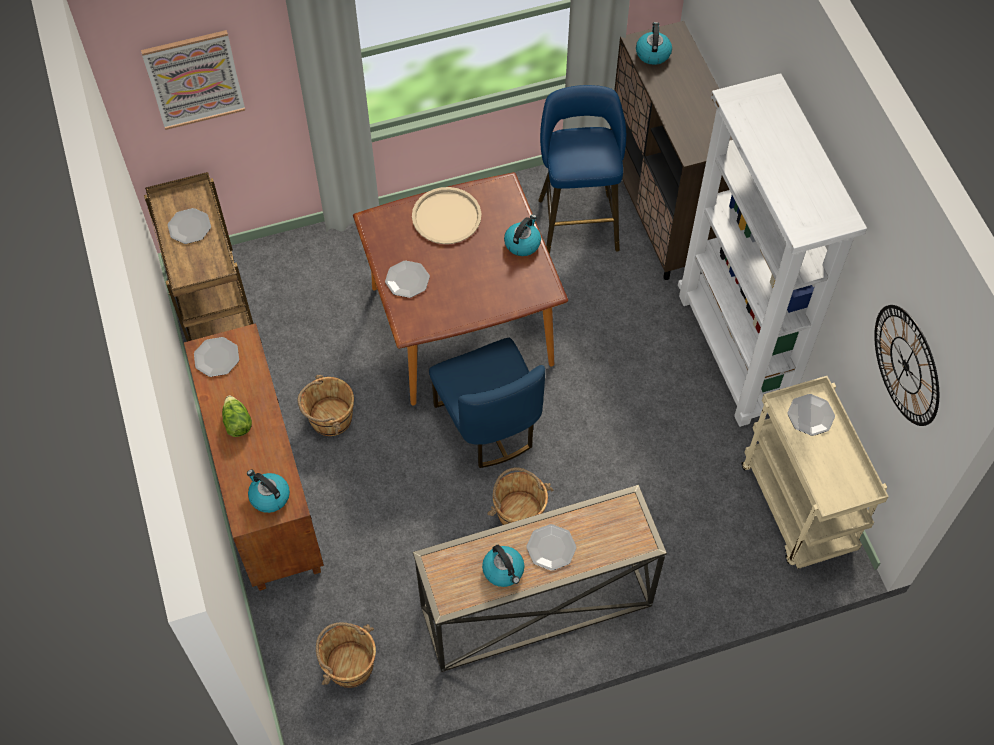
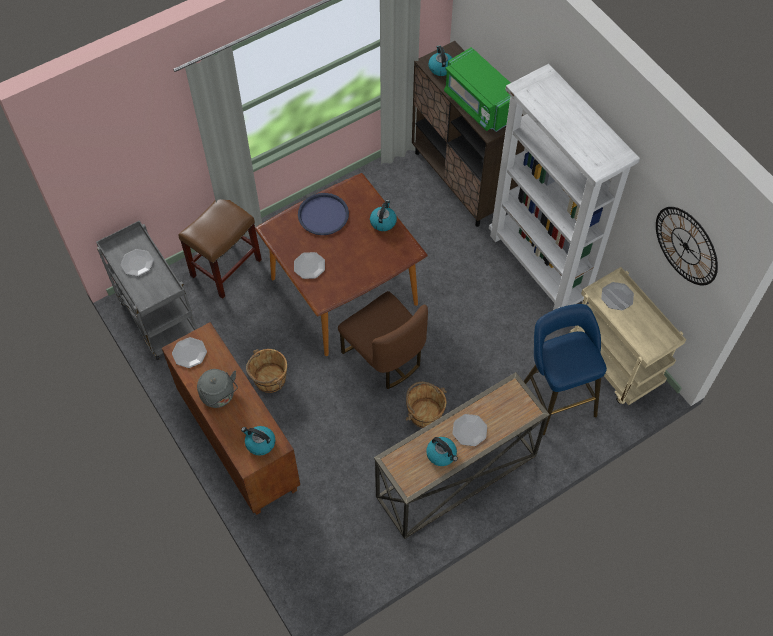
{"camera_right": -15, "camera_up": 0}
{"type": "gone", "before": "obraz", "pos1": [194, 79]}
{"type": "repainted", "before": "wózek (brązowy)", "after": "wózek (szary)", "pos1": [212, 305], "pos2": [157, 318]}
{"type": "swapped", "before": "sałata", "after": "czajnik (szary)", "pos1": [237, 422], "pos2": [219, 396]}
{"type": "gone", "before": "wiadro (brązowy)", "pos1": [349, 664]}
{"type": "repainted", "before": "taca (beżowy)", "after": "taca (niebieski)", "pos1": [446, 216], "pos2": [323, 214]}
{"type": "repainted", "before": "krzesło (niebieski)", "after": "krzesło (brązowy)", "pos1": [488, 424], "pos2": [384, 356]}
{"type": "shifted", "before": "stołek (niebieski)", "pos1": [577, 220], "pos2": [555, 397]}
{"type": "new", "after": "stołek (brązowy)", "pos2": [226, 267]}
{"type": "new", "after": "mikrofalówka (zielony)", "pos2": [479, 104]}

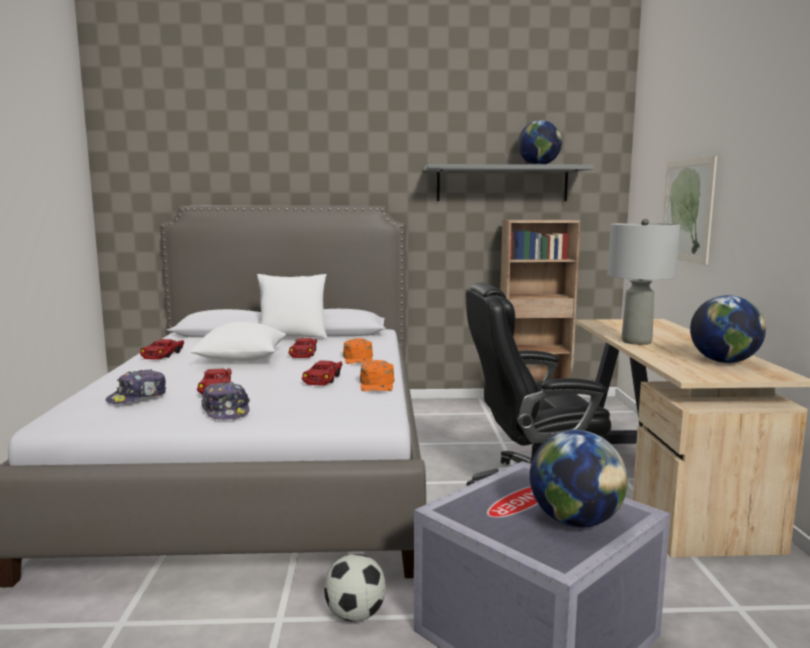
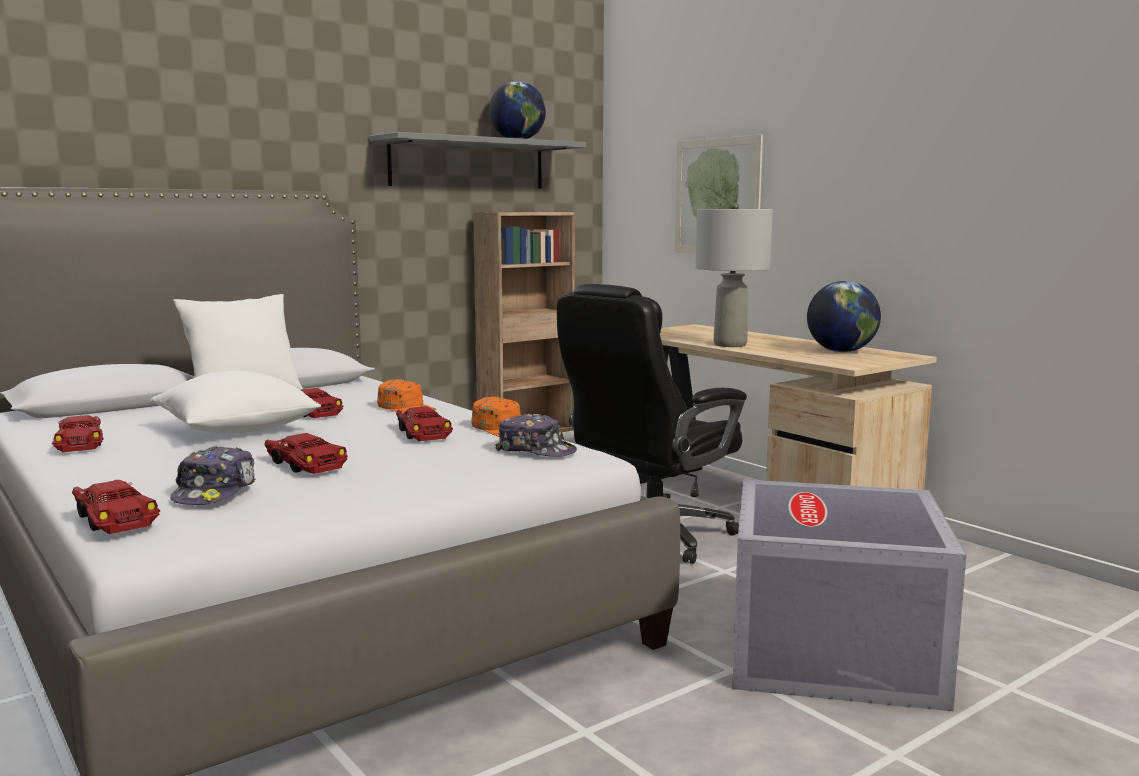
{"camera_right": -35, "camera_up": 0}
{"type": "shifted", "before": "czapka z daszkiem", "pos1": [226, 411], "pos2": [536, 451]}
{"type": "gone", "before": "piłka futbolowa", "pos1": [355, 614]}
{"type": "gone", "before": "globus", "pos1": [575, 521]}
{"type": "new", "after": "samochodzik (czerwony)", "pos2": [114, 519]}

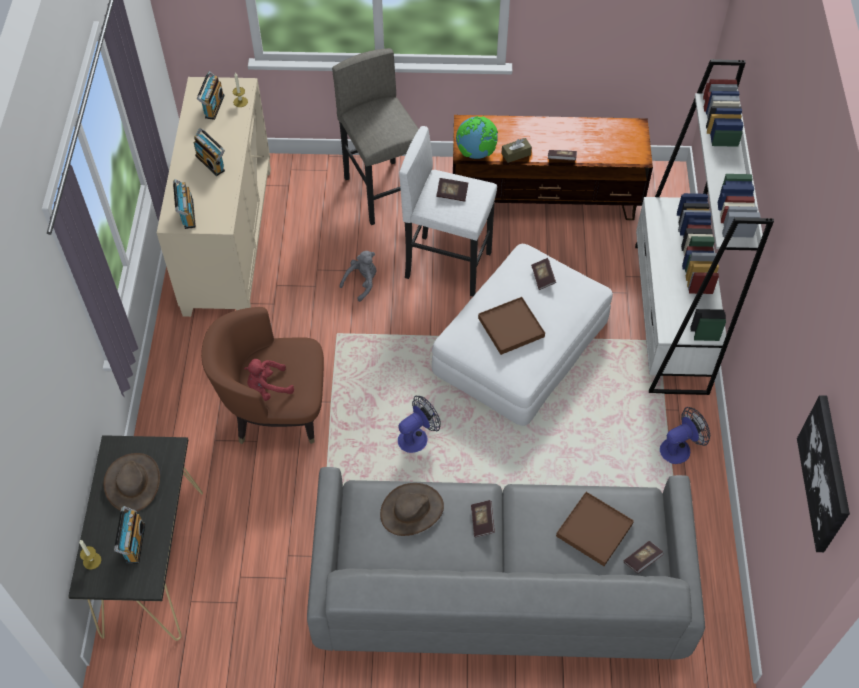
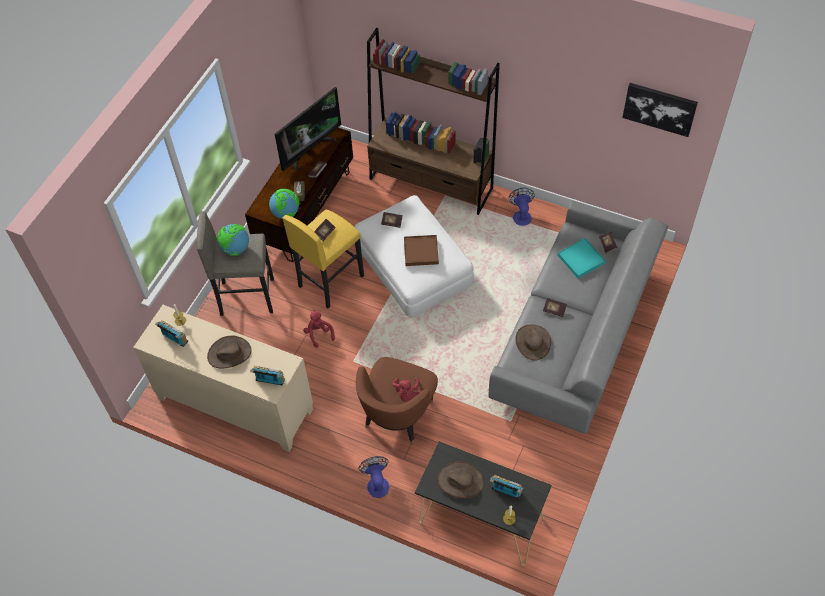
{"camera_right": -65, "camera_up": 0}
{"type": "swapped", "before": "radio", "after": "kapelusz (brązowy)", "pos1": [211, 162], "pos2": [229, 353]}
{"type": "repainted", "before": "pluszak (szary)", "after": "pluszak (czerwony)", "pos1": [362, 283], "pos2": [319, 334]}
{"type": "shifted", "before": "wentylator", "pos1": [417, 437], "pos2": [377, 483]}
{"type": "repainted", "before": "stołek (biały)", "after": "stołek (żółty)", "pos1": [448, 265], "pos2": [330, 281]}
{"type": "repainted", "before": "taca (brązowy)", "after": "taca (turkusowy)", "pos1": [594, 530], "pos2": [581, 259]}
{"type": "repainted", "before": "regał (biały)", "after": "regał (brązowy)", "pos1": [670, 317], "pos2": [431, 183]}
{"type": "new", "after": "globus", "pos2": [235, 249]}
{"type": "new", "after": "telewizor", "pos2": [310, 150]}

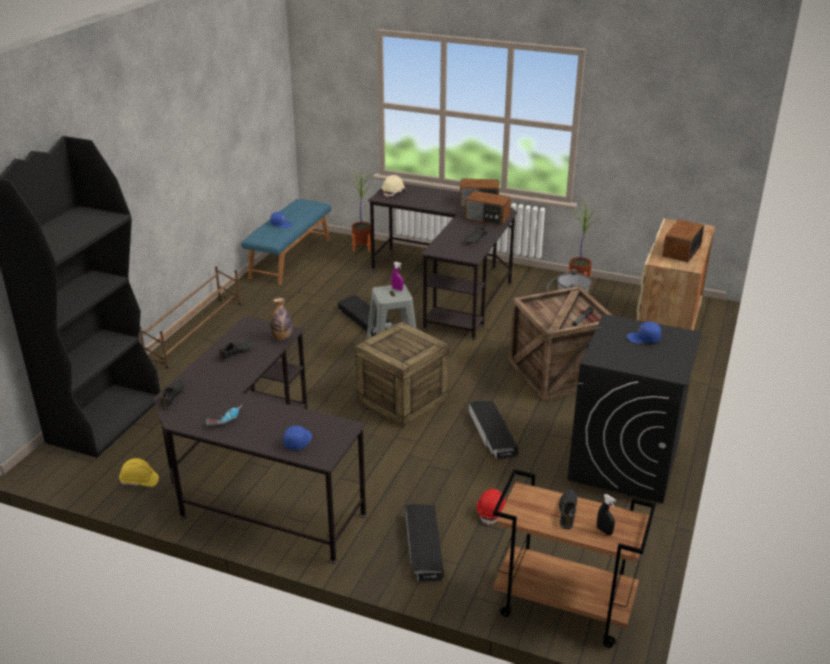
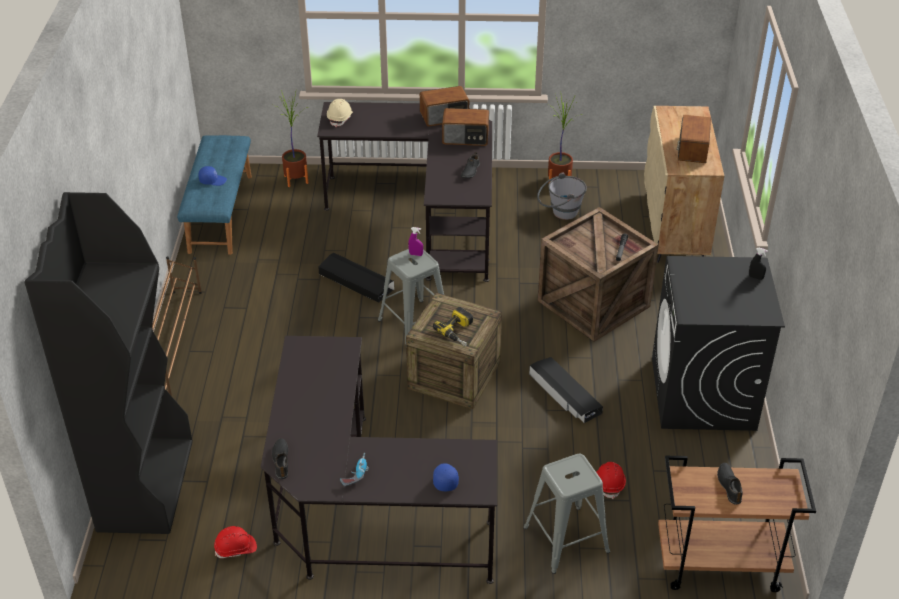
{"camera_right": -20, "camera_up": 10}
{"type": "repainted", "before": "kask (żółty)", "after": "kask (czerwony)", "pos1": [139, 481], "pos2": [236, 549]}
{"type": "gone", "before": "but (czarny)", "pos1": [236, 353]}
{"type": "gone", "before": "butelka", "pos1": [282, 337]}
{"type": "swapped", "before": "pojemnik do przechowywania (czarny)", "after": "stołek (szary)", "pos1": [423, 547], "pos2": [565, 540]}
{"type": "shifted", "before": "spryskiwacz (czarny)", "pos1": [604, 531], "pos2": [755, 277]}
{"type": "gone", "before": "czapka z daszkiem (niebieski)", "pos1": [643, 339]}
{"type": "new", "after": "wiertarka", "pos2": [459, 332]}

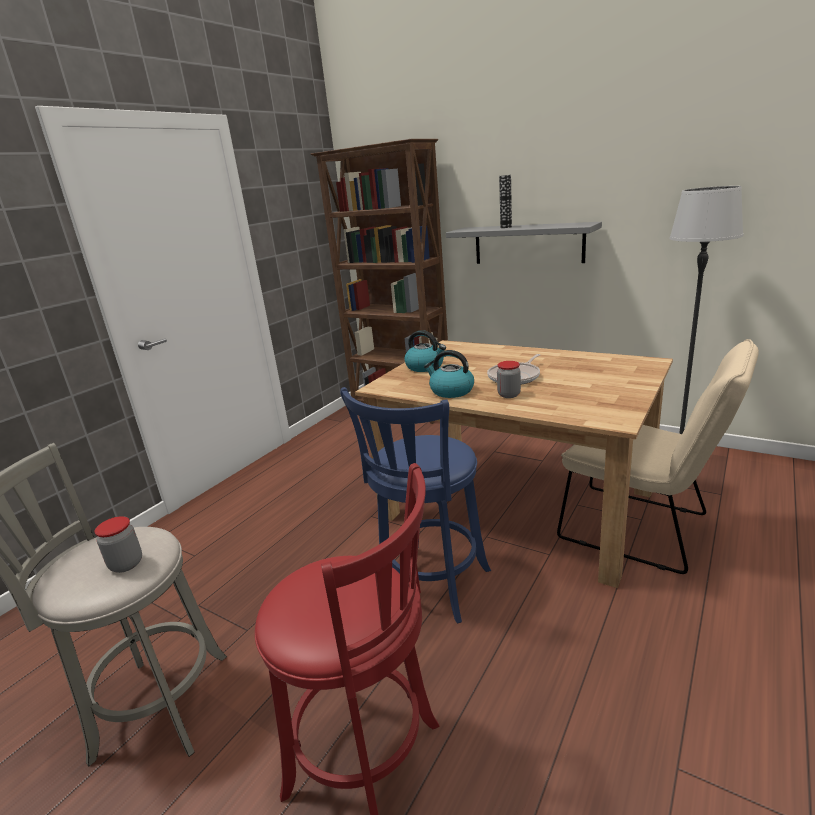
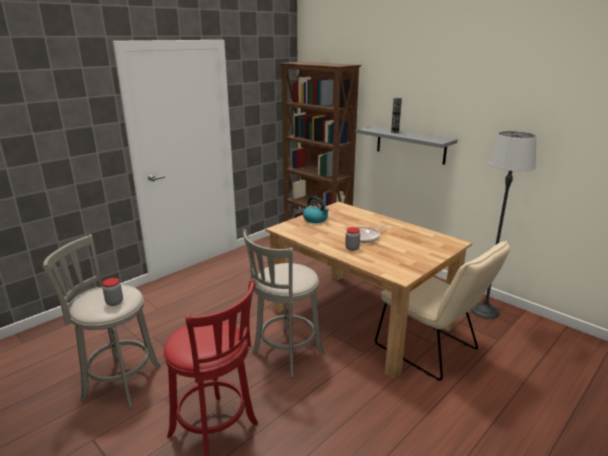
{"camera_right": 10, "camera_up": 0}
{"type": "repainted", "before": "stołek (niebieski)", "after": "stołek (szary)", "pos1": [431, 586], "pos2": [285, 355]}
{"type": "gone", "before": "czajnik", "pos1": [451, 391]}

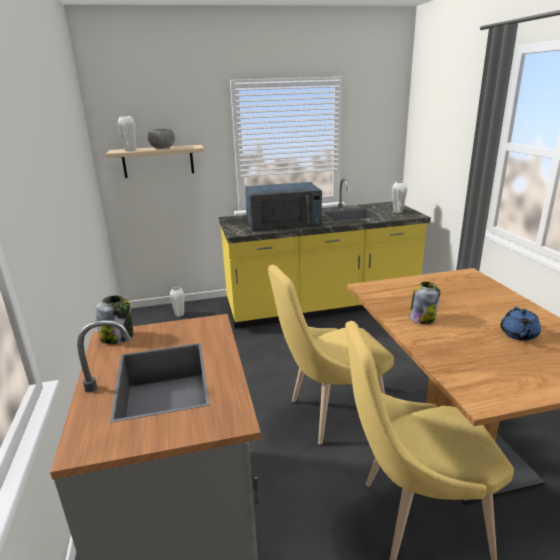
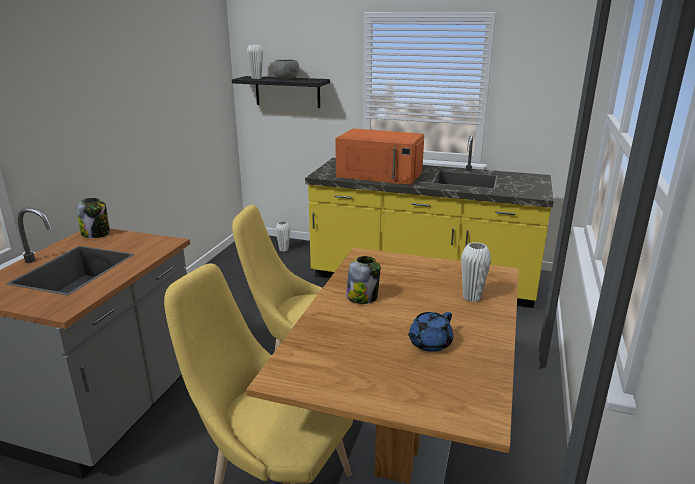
{"camera_right": 30, "camera_up": 0}
{"type": "repainted", "before": "półka (beżowy)", "after": "półka (czarny)", "pos1": [158, 161], "pos2": [287, 92]}
{"type": "repainted", "before": "mikrofalówka (niebieski)", "after": "mikrofalówka (pomarańczowy)", "pos1": [284, 222], "pos2": [380, 174]}
{"type": "shifted", "before": "wazon (biały)", "pos1": [398, 212], "pos2": [471, 297]}

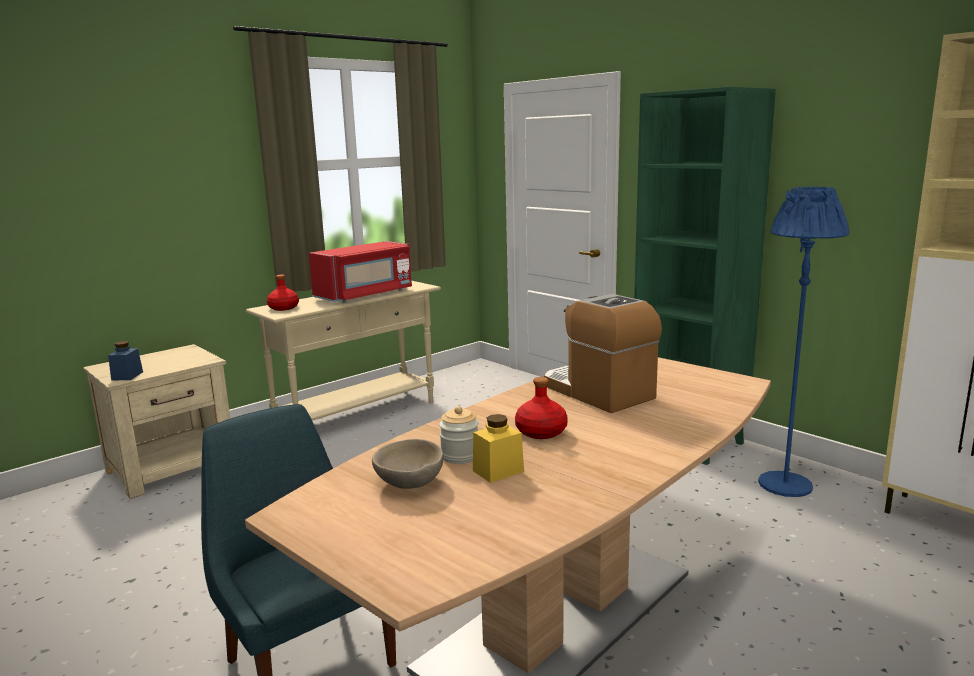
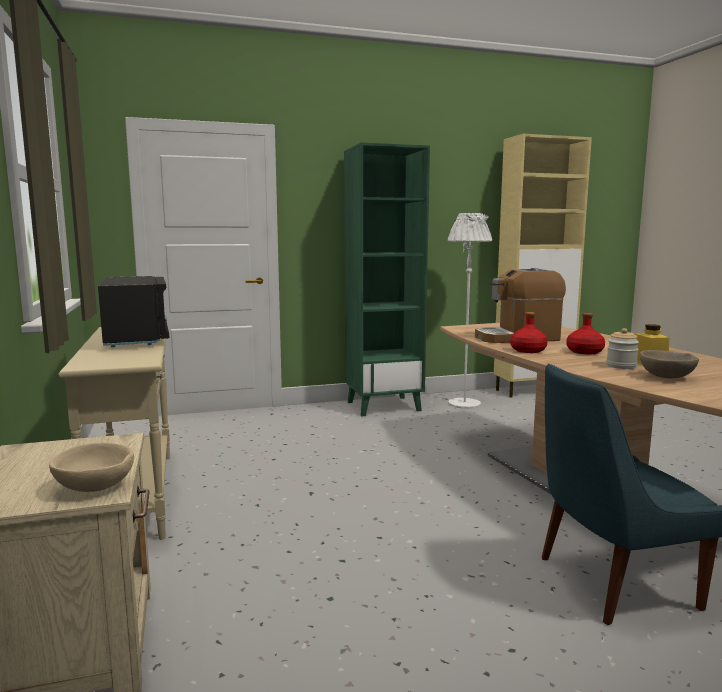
{"camera_right": -65, "camera_up": -5}
{"type": "swapped", "before": "słoik (niebieski)", "after": "miska (beżowy)", "pos1": [127, 376], "pos2": [94, 487]}
{"type": "shifted", "before": "butelka (czerwony)", "pos1": [283, 308], "pos2": [527, 350]}
{"type": "repainted", "before": "mikrofalówka (czerwony)", "after": "mikrofalówka (czarny)", "pos1": [365, 295], "pos2": [136, 338]}
{"type": "repainted", "before": "lampa stojąca (niebieski)", "after": "lampa stojąca (biały)", "pos1": [785, 484], "pos2": [464, 404]}

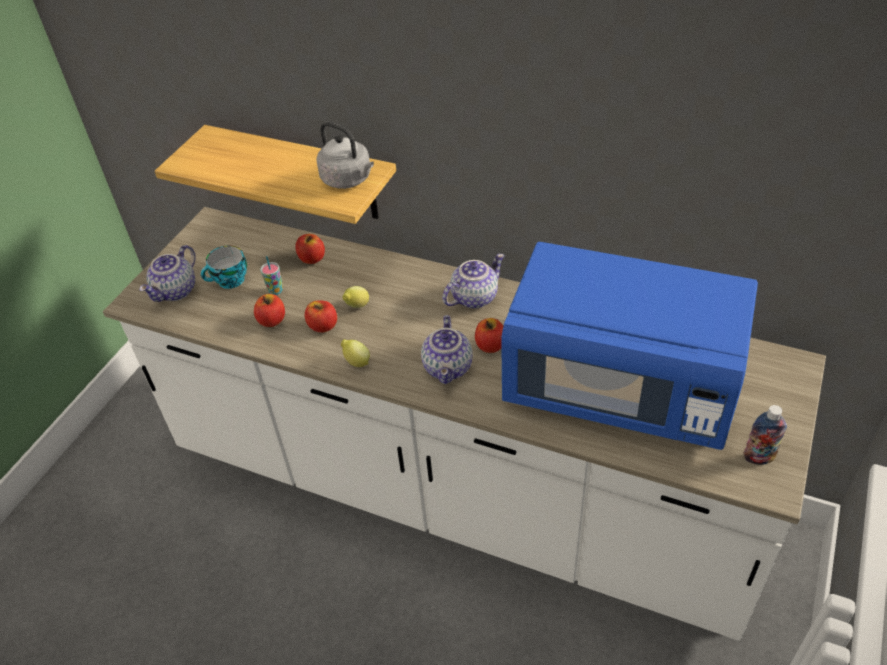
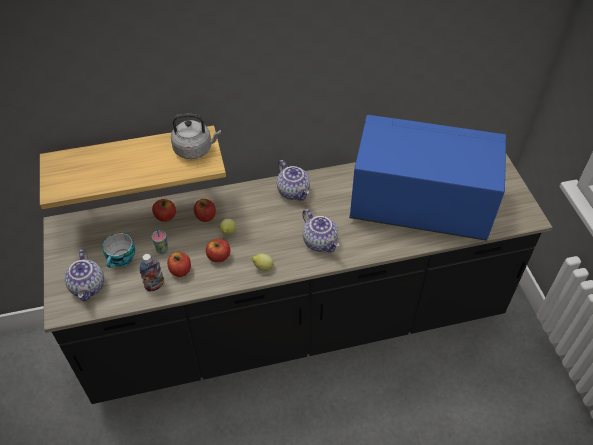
{"camera_right": -40, "camera_up": 5}
{"type": "repainted", "before": "zabudowa kuchenna (biały)", "after": "zabudowa kuchenna (czarny)", "pos1": [456, 493], "pos2": [296, 325]}
{"type": "rotated", "before": "imbryk", "pos1": [474, 297], "pos2": [294, 191], "turn": 135}
{"type": "shifted", "before": "jabłko", "pos1": [490, 345], "pos2": [206, 216]}
{"type": "rotated", "before": "mikrofalówka (niebieski)", "pos1": [620, 388], "pos2": [420, 204], "turn": -150}
{"type": "shifted", "before": "butelka", "pos1": [758, 457], "pos2": [154, 285]}

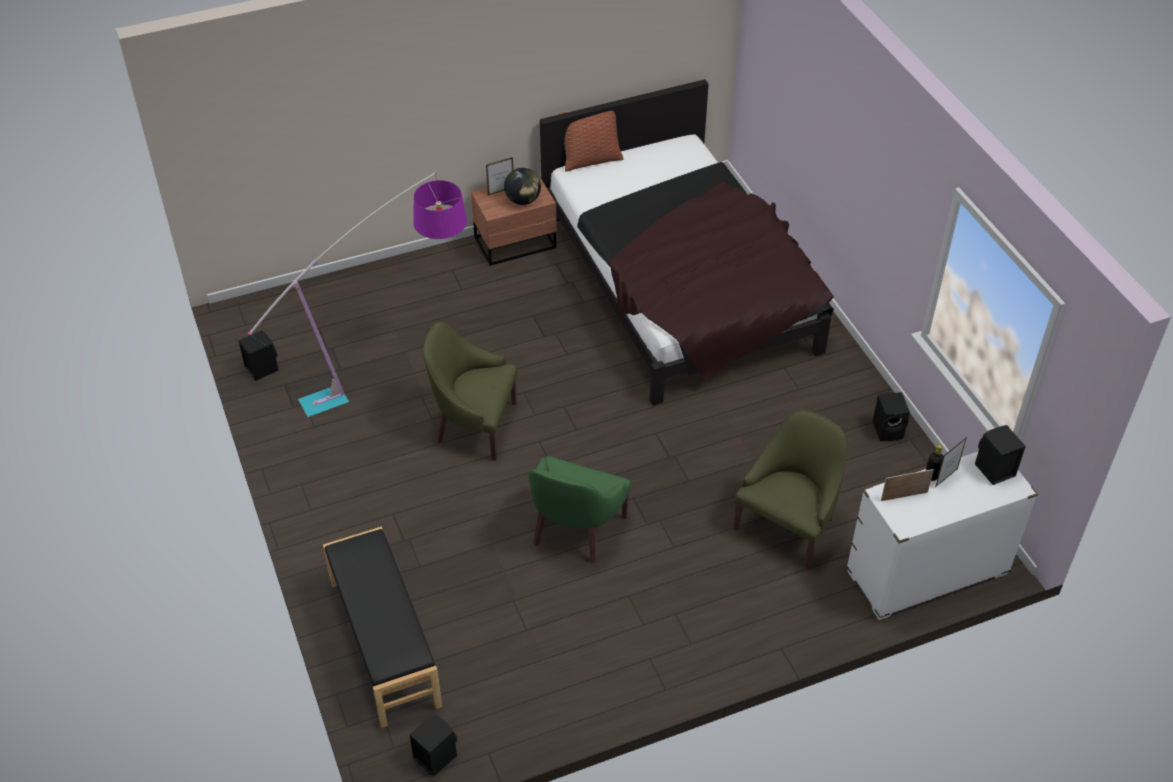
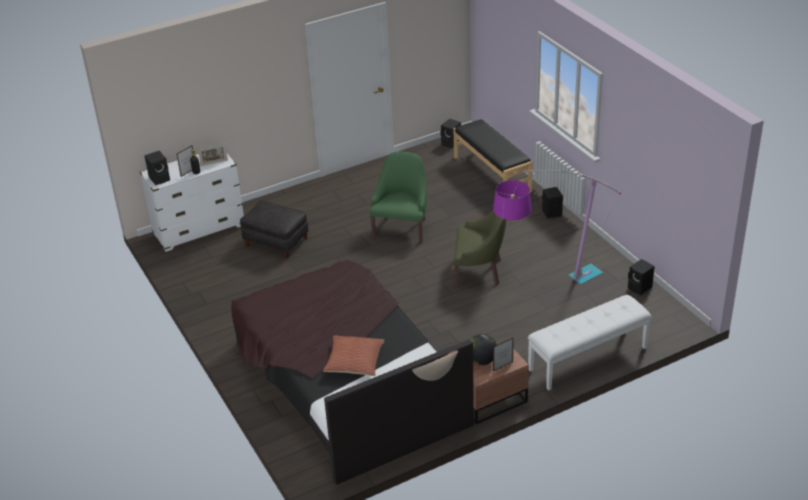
{"camera_right": 175, "camera_up": -10}
{"type": "swapped", "before": "fotel (zielony)", "after": "pufa (czarny)", "pos1": [788, 525], "pos2": [276, 242]}
{"type": "shifted", "before": "głośnik (czarny)", "pos1": [889, 430], "pos2": [551, 213]}
{"type": "new", "after": "poduszka", "pos2": [354, 362]}
{"type": "new", "after": "ławka (biały)", "pos2": [588, 359]}

